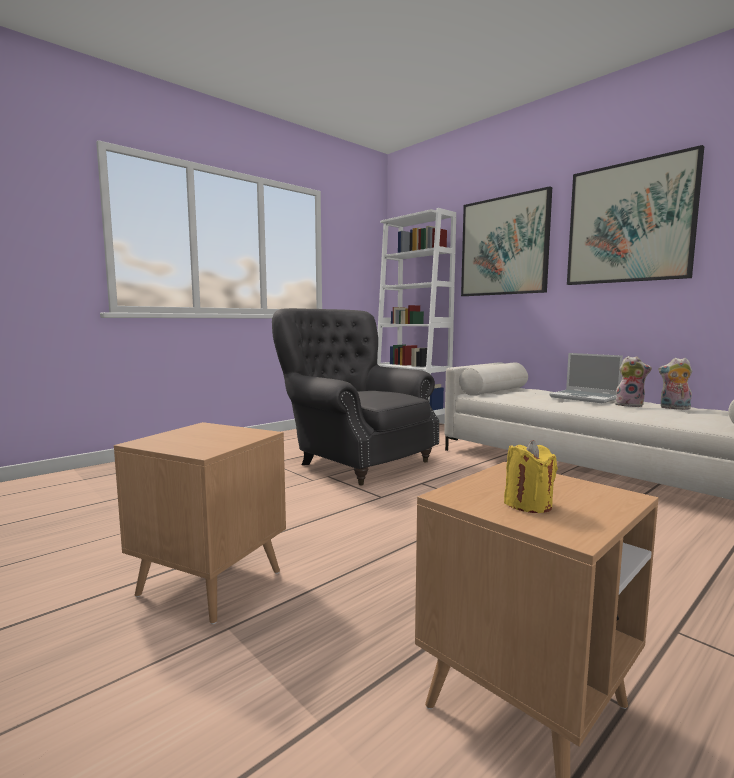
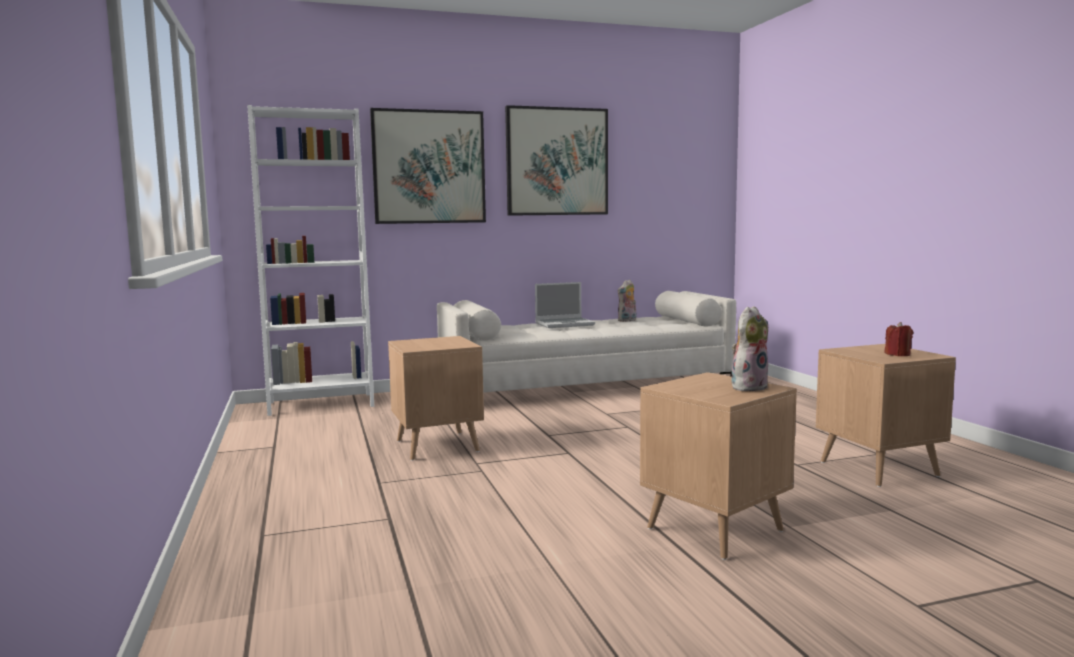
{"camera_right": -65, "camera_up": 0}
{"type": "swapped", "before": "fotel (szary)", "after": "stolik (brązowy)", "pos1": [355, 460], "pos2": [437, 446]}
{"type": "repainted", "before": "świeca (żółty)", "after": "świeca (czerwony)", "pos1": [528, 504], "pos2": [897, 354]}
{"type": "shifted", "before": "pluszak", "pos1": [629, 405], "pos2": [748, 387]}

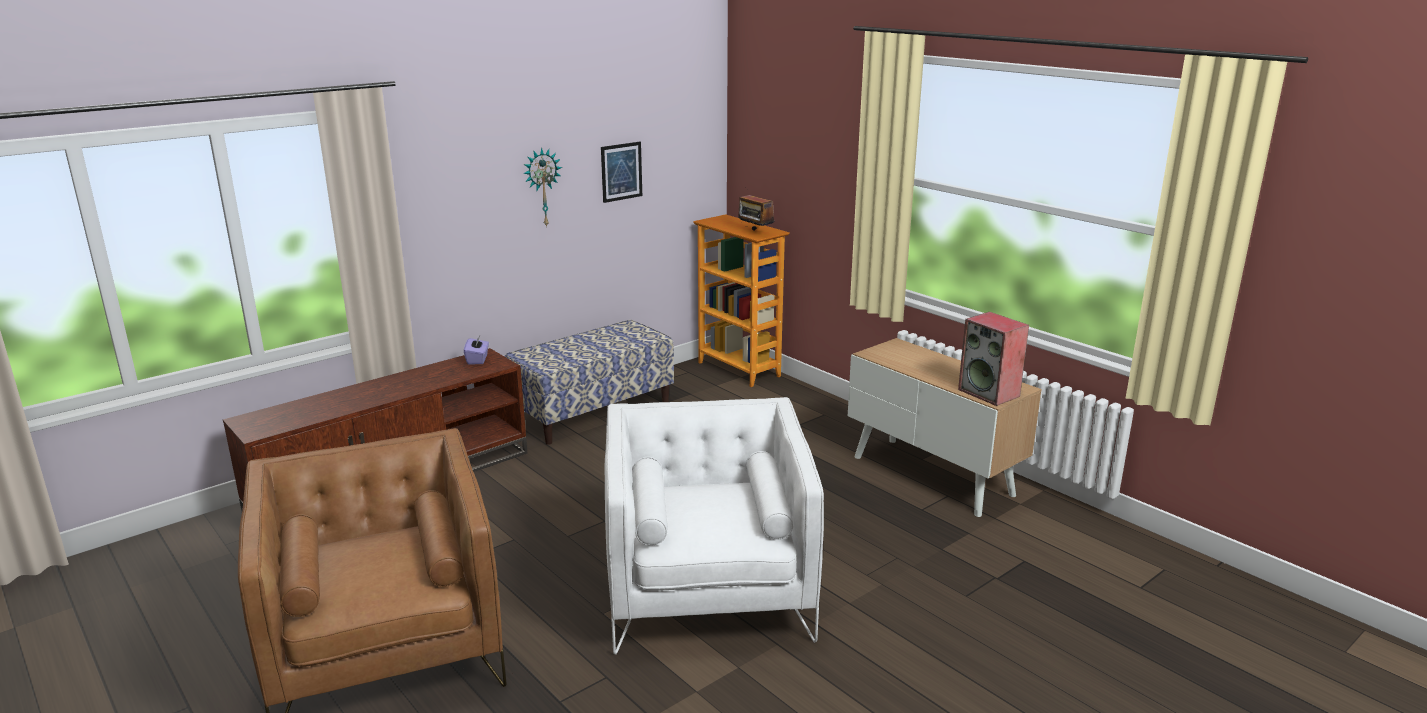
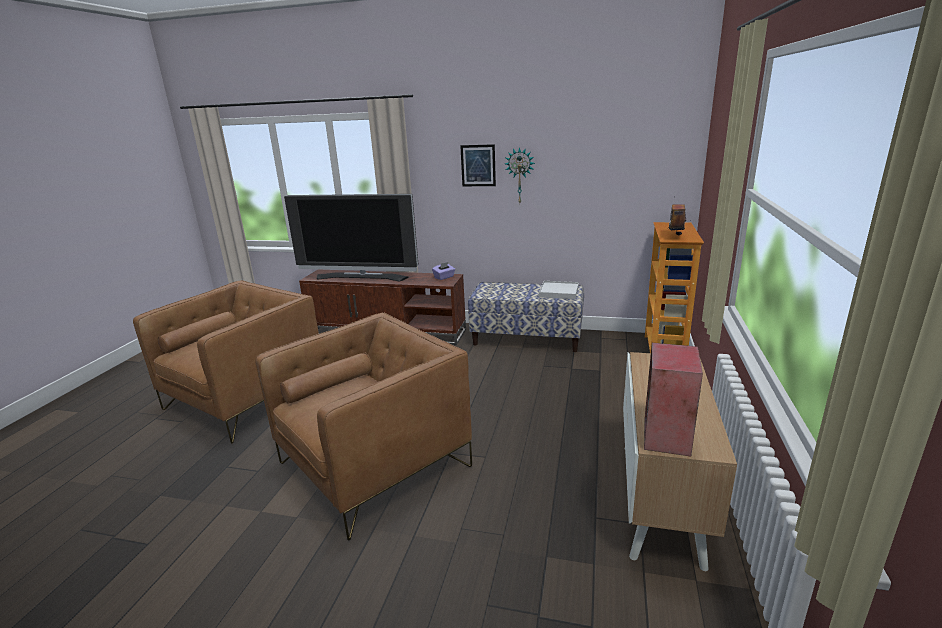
{"camera_right": 55, "camera_up": 0}
{"type": "shifted", "before": "obraz", "pos1": [621, 171], "pos2": [478, 165]}
{"type": "repainted", "before": "fotel (biały)", "after": "fotel (brązowy)", "pos1": [707, 590], "pos2": [375, 464]}
{"type": "new", "after": "telewizor", "pos2": [361, 277]}
{"type": "new", "after": "taca (biały)", "pos2": [558, 292]}

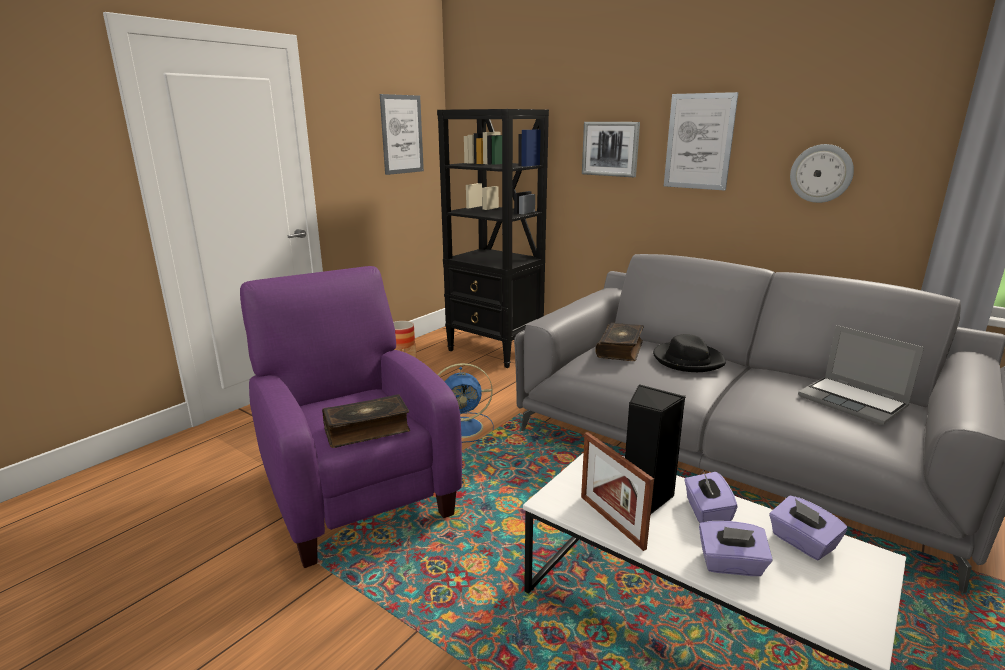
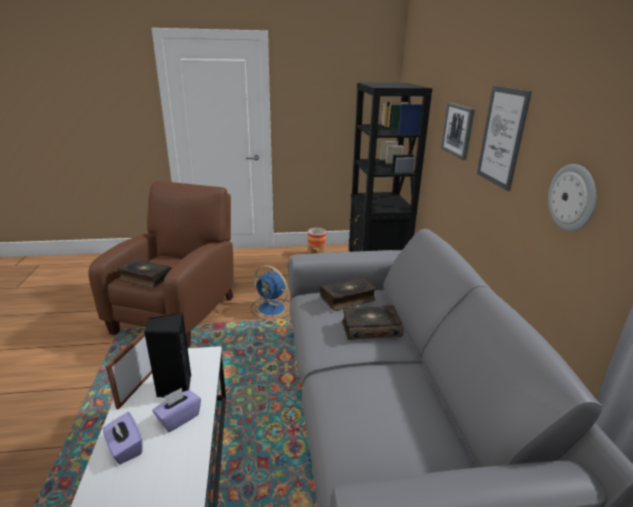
{"camera_right": 45, "camera_up": 5}
{"type": "repainted", "before": "fotel (fioletowy)", "after": "fotel (brązowy)", "pos1": [354, 488], "pos2": [179, 312]}
{"type": "gone", "before": "obraz", "pos1": [402, 134]}
{"type": "swapped", "before": "kapelusz (czarny)", "after": "książka", "pos1": [687, 360], "pos2": [370, 329]}
{"type": "gone", "before": "pudełko chusteczek (fioletowy)", "pos1": [802, 542]}
{"type": "gone", "before": "laptop", "pos1": [853, 402]}

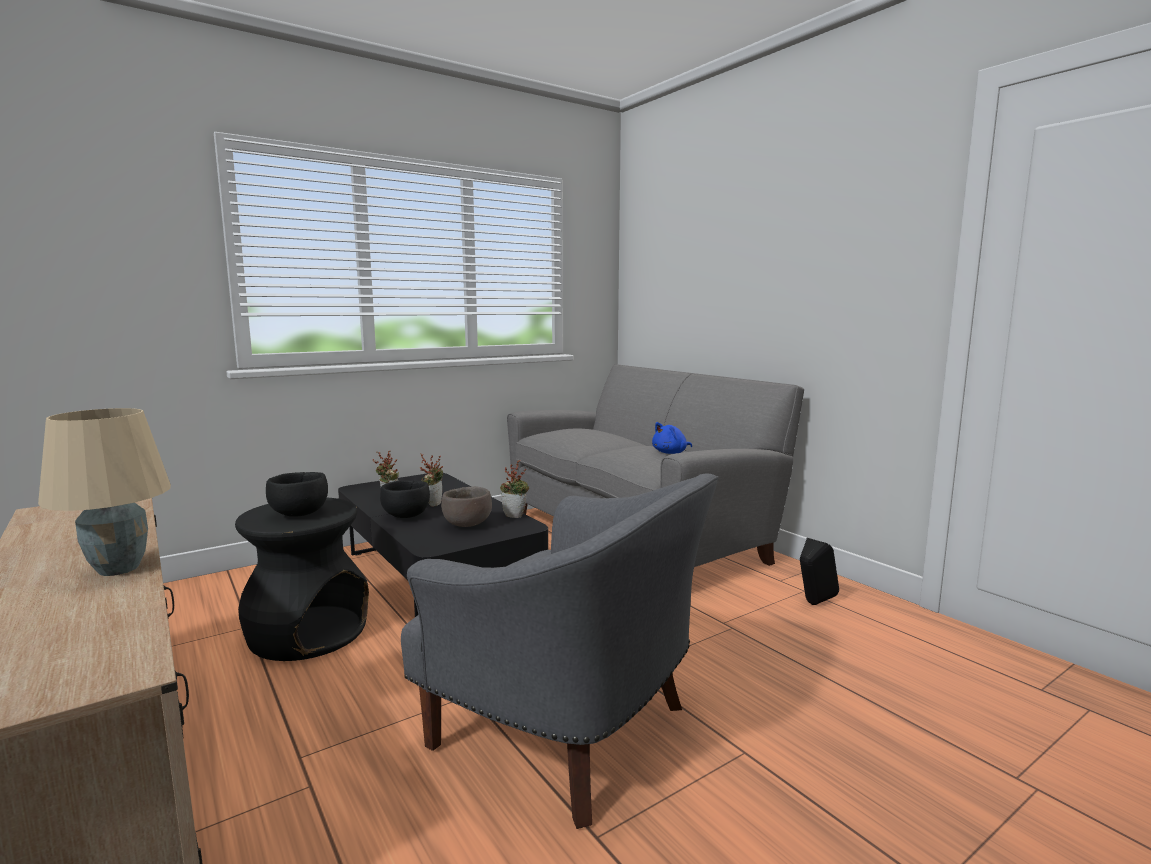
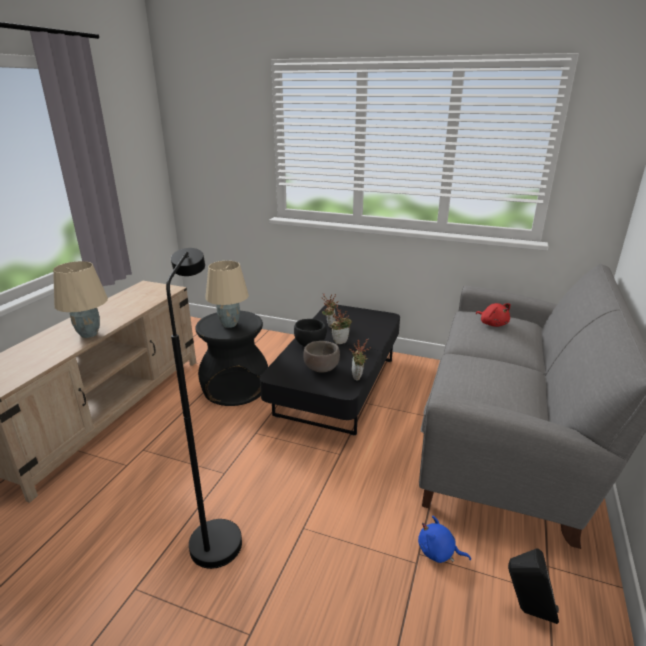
{"camera_right": 55, "camera_up": 15}
{"type": "swapped", "before": "miska (czarny)", "after": "lampa stołowa (beżowy)", "pos1": [300, 514], "pos2": [229, 325]}
{"type": "swapped", "before": "fotel (szary)", "after": "lampa stojąca (czarny)", "pos1": [570, 733], "pos2": [216, 533]}
{"type": "shifted", "before": "pluszak (niebieski)", "pos1": [671, 453], "pos2": [438, 552]}
{"type": "new", "after": "pluszak (czerwony)", "pos2": [492, 324]}

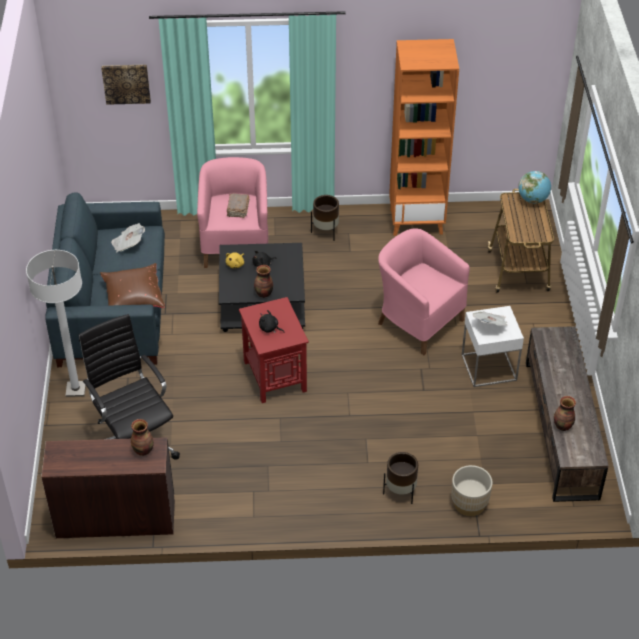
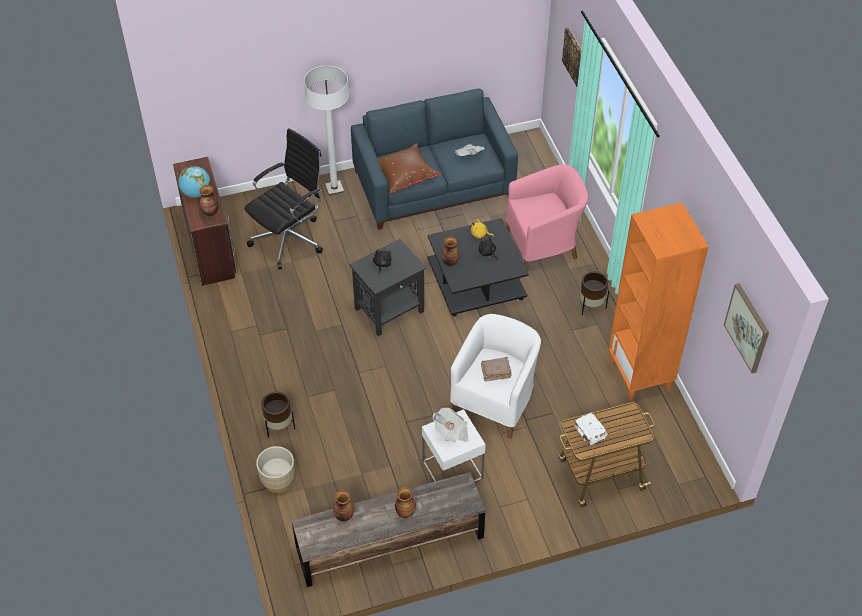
{"camera_right": 75, "camera_up": 5}
{"type": "shifted", "before": "książka (brązowy)", "pos1": [238, 209], "pos2": [495, 373]}
{"type": "repainted", "before": "stolik (czerwony)", "after": "stolik (czarny)", "pos1": [274, 375], "pos2": [390, 310]}
{"type": "repainted", "before": "fotel (różowy)", "after": "fotel (biały)", "pos1": [418, 321], "pos2": [495, 401]}
{"type": "shifted", "before": "globus", "pos1": [533, 199], "pos2": [196, 193]}
{"type": "new", "after": "wazon", "pos2": [405, 512]}
{"type": "new", "after": "książka (biały)", "pos2": [590, 432]}
{"type": "new", "after": "obraz", "pos2": [747, 328]}

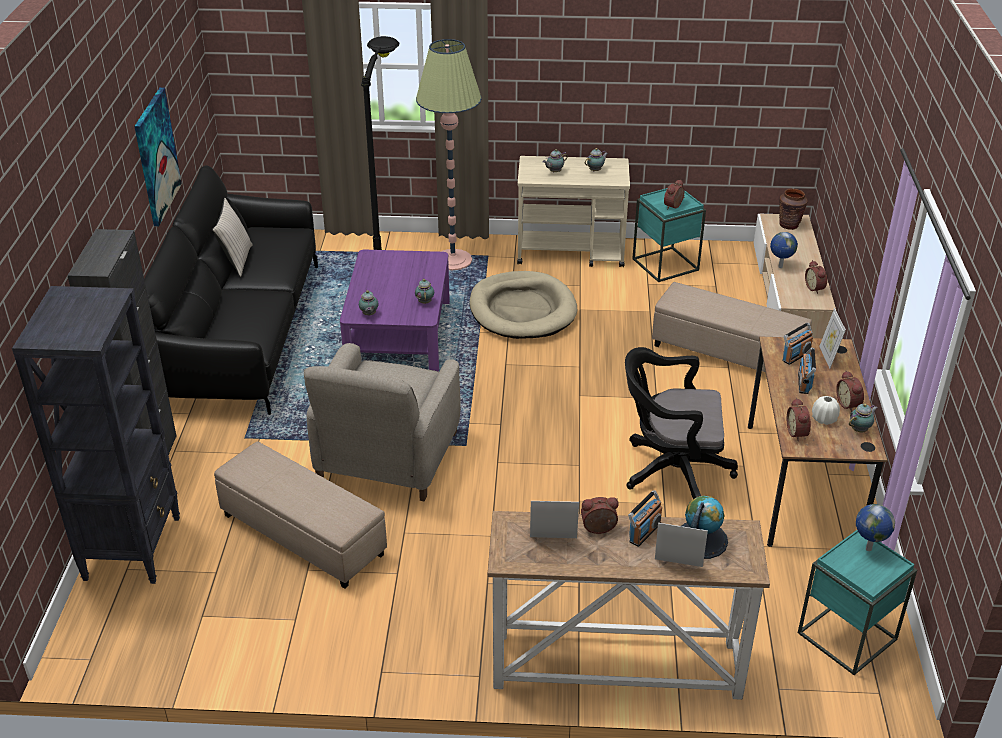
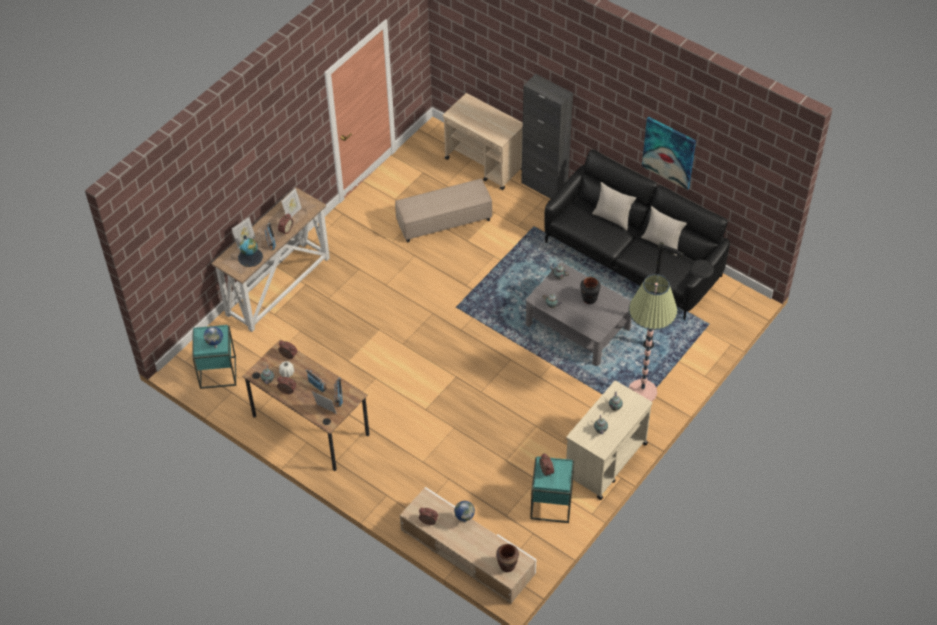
{"camera_right": 125, "camera_up": 15}
{"type": "swapped", "before": "regał (czarny)", "after": "wózek (beżowy)", "pos1": [133, 547], "pos2": [484, 164]}
{"type": "gone", "before": "fotel (beżowy)", "pos1": [387, 457]}
{"type": "repainted", "before": "ława (fioletowy)", "after": "ława (szary)", "pos1": [398, 334], "pos2": [578, 326]}
{"type": "gone", "before": "legowisko (beżowy)", "pos1": [522, 310]}
{"type": "gone", "before": "krzesło biurowe (czarny)", "pos1": [670, 471]}
{"type": "gone", "before": "pufa (beżowy)", "pos1": [727, 352]}
{"type": "new", "after": "wazon (czarny)", "pos2": [589, 299]}
{"type": "new", "after": "poduszka (beżowy)", "pos2": [612, 218]}

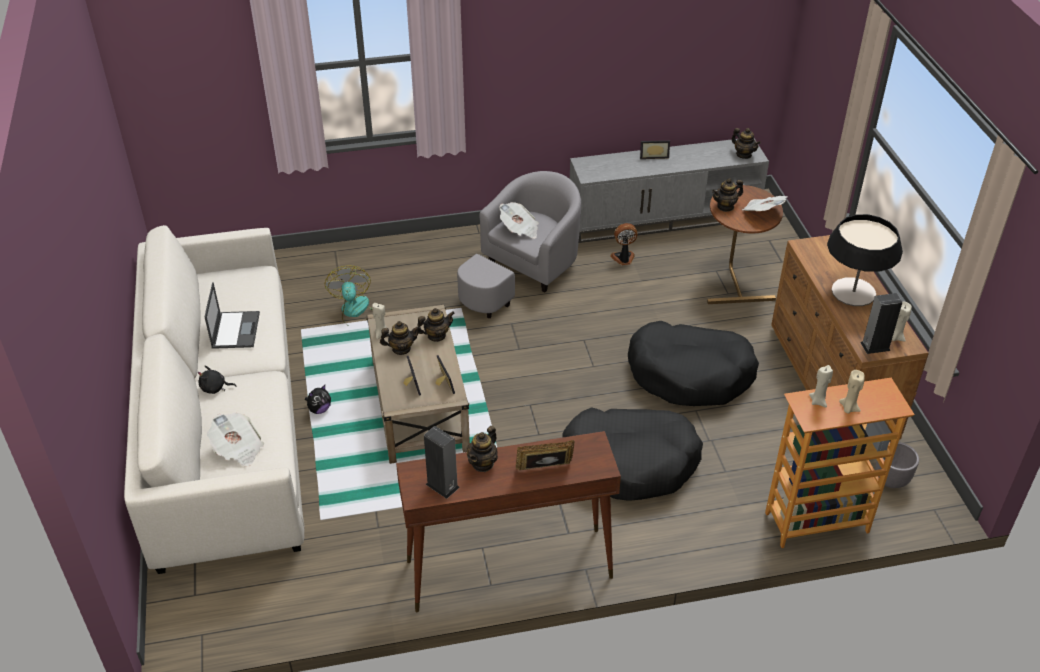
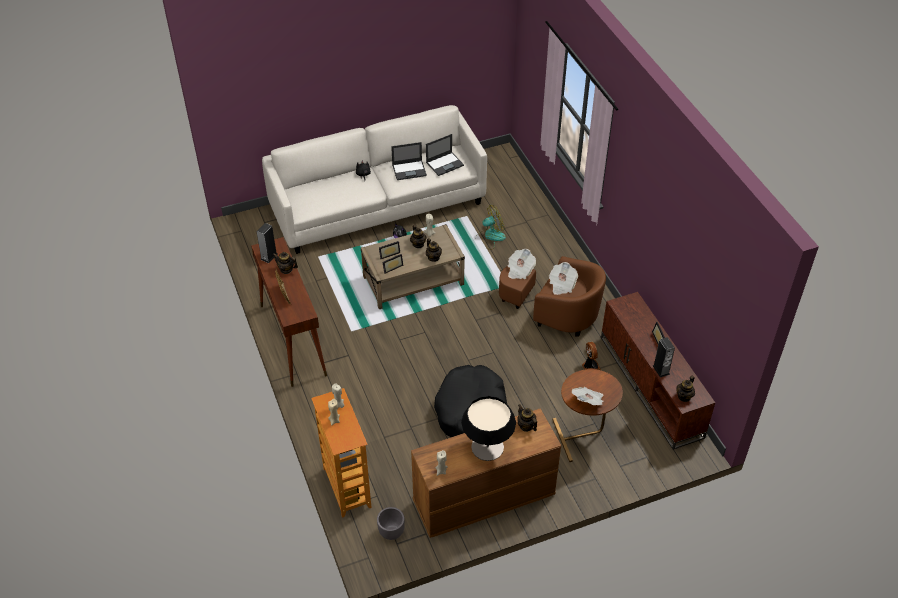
{"camera_right": 80, "camera_up": 5}
{"type": "shifted", "before": "gazeta", "pos1": [238, 449], "pos2": [520, 270]}
{"type": "repainted", "before": "fotel (szary)", "after": "fotel (brązowy)", "pos1": [523, 273], "pos2": [555, 311]}
{"type": "gone", "before": "legowisko (czarny)", "pos1": [630, 462]}
{"type": "repainted", "before": "szafka pod telewizor (szary)", "after": "szafka pod telewizor (brązowy)", "pos1": [664, 217], "pos2": [652, 386]}
{"type": "shifted", "before": "imbryk", "pos1": [725, 206], "pos2": [526, 426]}
{"type": "shifted", "before": "głośnik", "pos1": [875, 346], "pos2": [661, 370]}
{"type": "new", "after": "laptop", "pos2": [445, 164]}

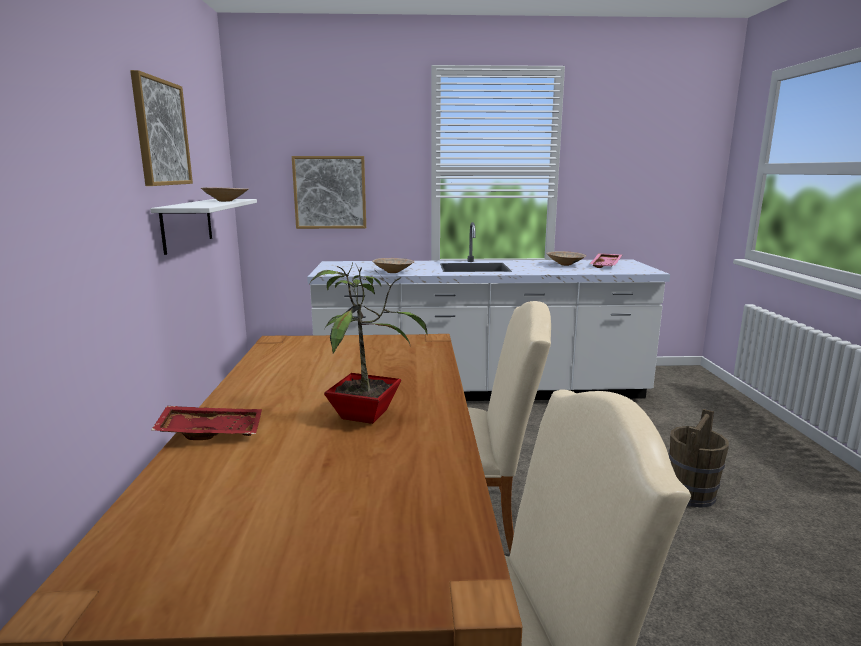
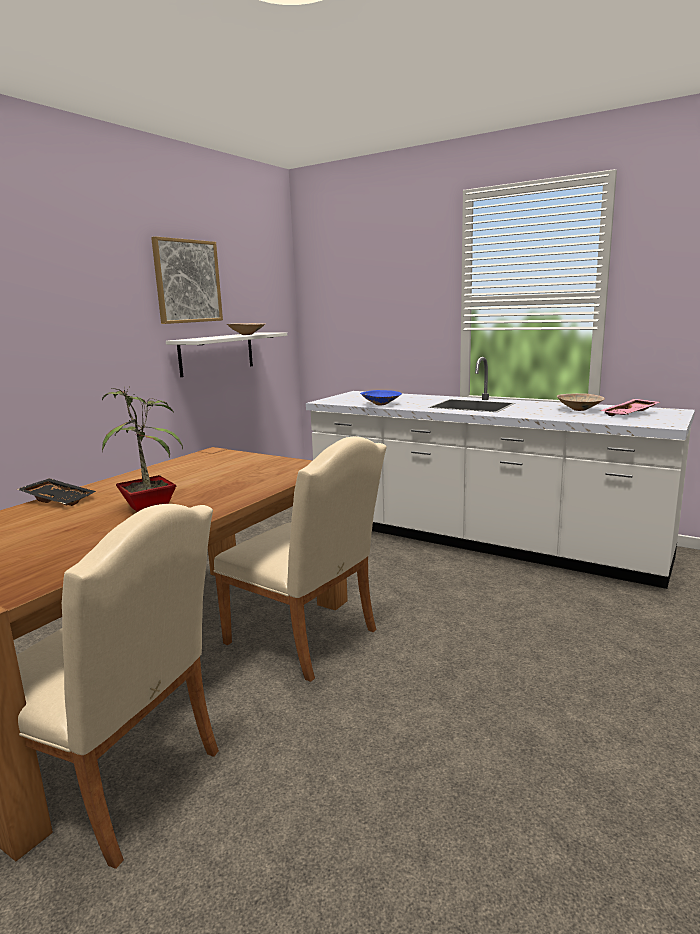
{"camera_right": 35, "camera_up": 0}
{"type": "repainted", "before": "taca (czerwony)", "after": "taca (czarny)", "pos1": [211, 431], "pos2": [59, 499]}
{"type": "gone", "before": "obraz", "pos1": [330, 192]}
{"type": "repainted", "before": "miska (beżowy)", "after": "miska (niebieski)", "pos1": [394, 272], "pos2": [381, 404]}
{"type": "gone", "before": "wiadro (brązowy)", "pos1": [691, 494]}

